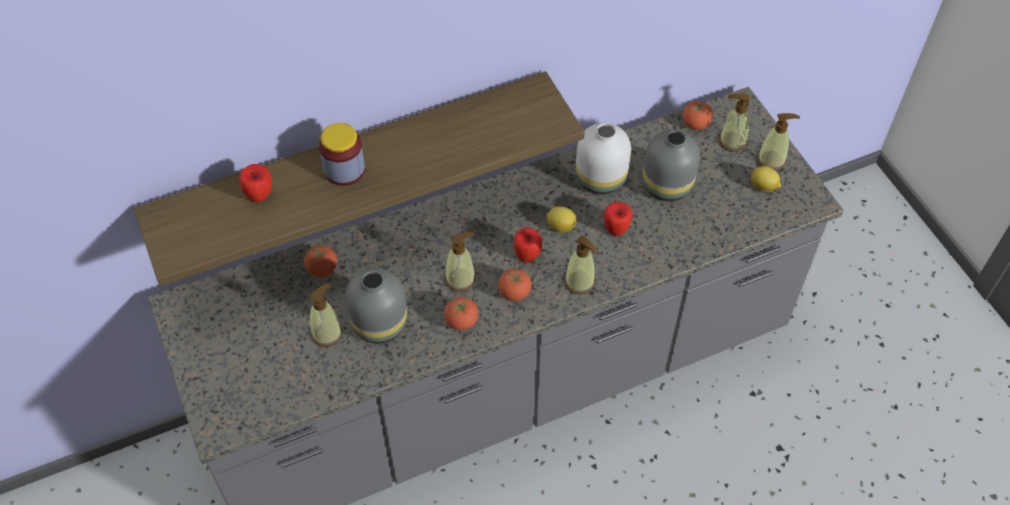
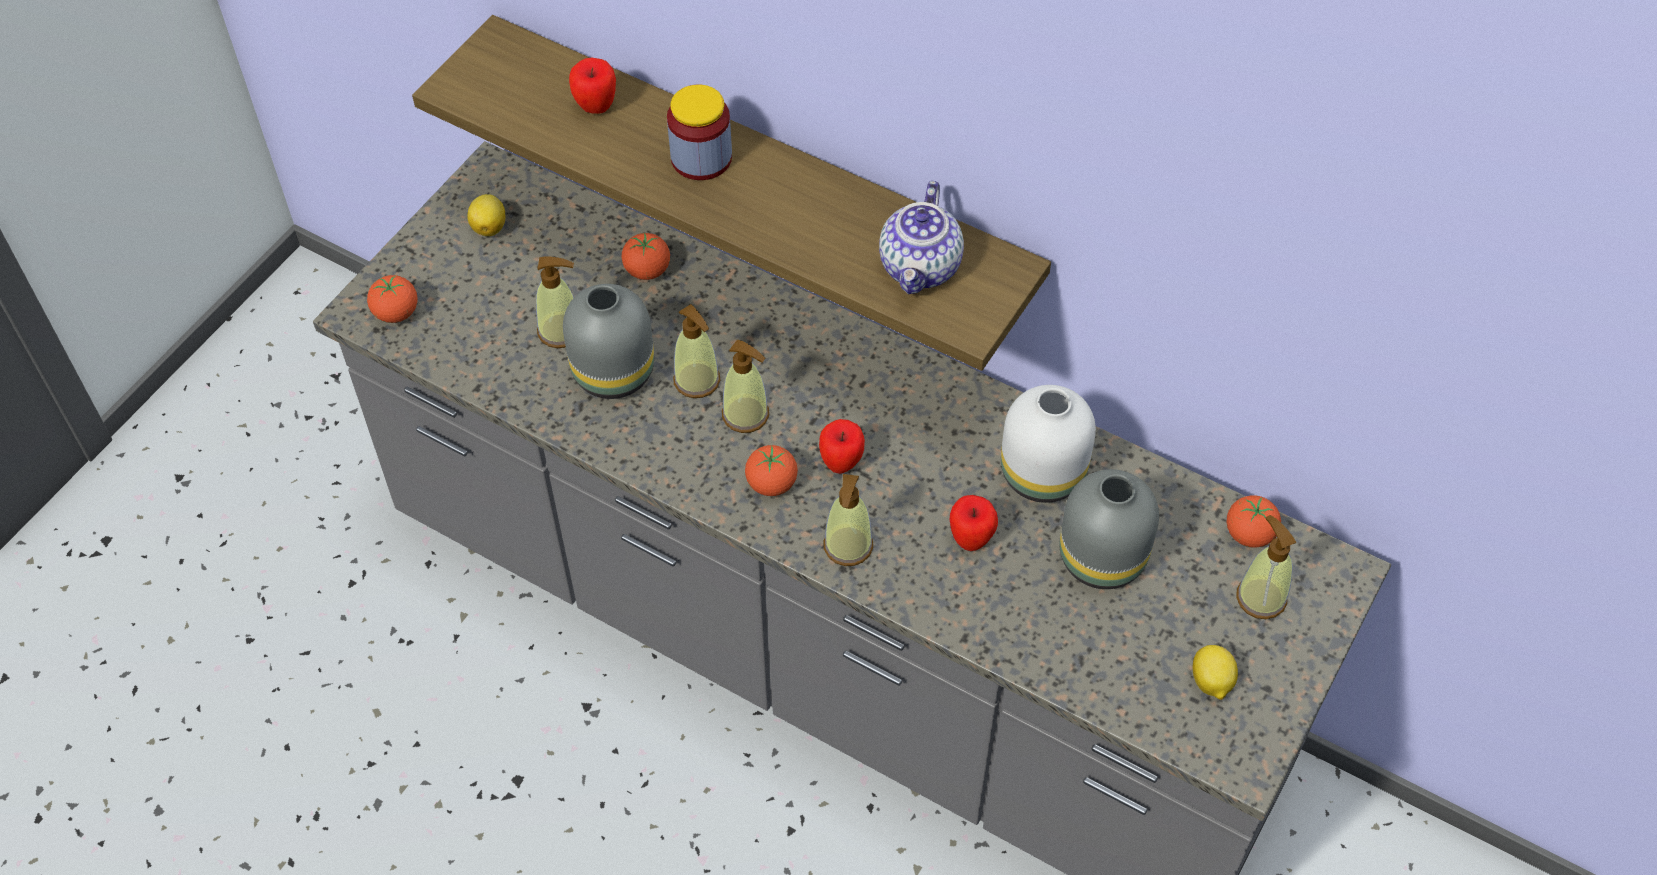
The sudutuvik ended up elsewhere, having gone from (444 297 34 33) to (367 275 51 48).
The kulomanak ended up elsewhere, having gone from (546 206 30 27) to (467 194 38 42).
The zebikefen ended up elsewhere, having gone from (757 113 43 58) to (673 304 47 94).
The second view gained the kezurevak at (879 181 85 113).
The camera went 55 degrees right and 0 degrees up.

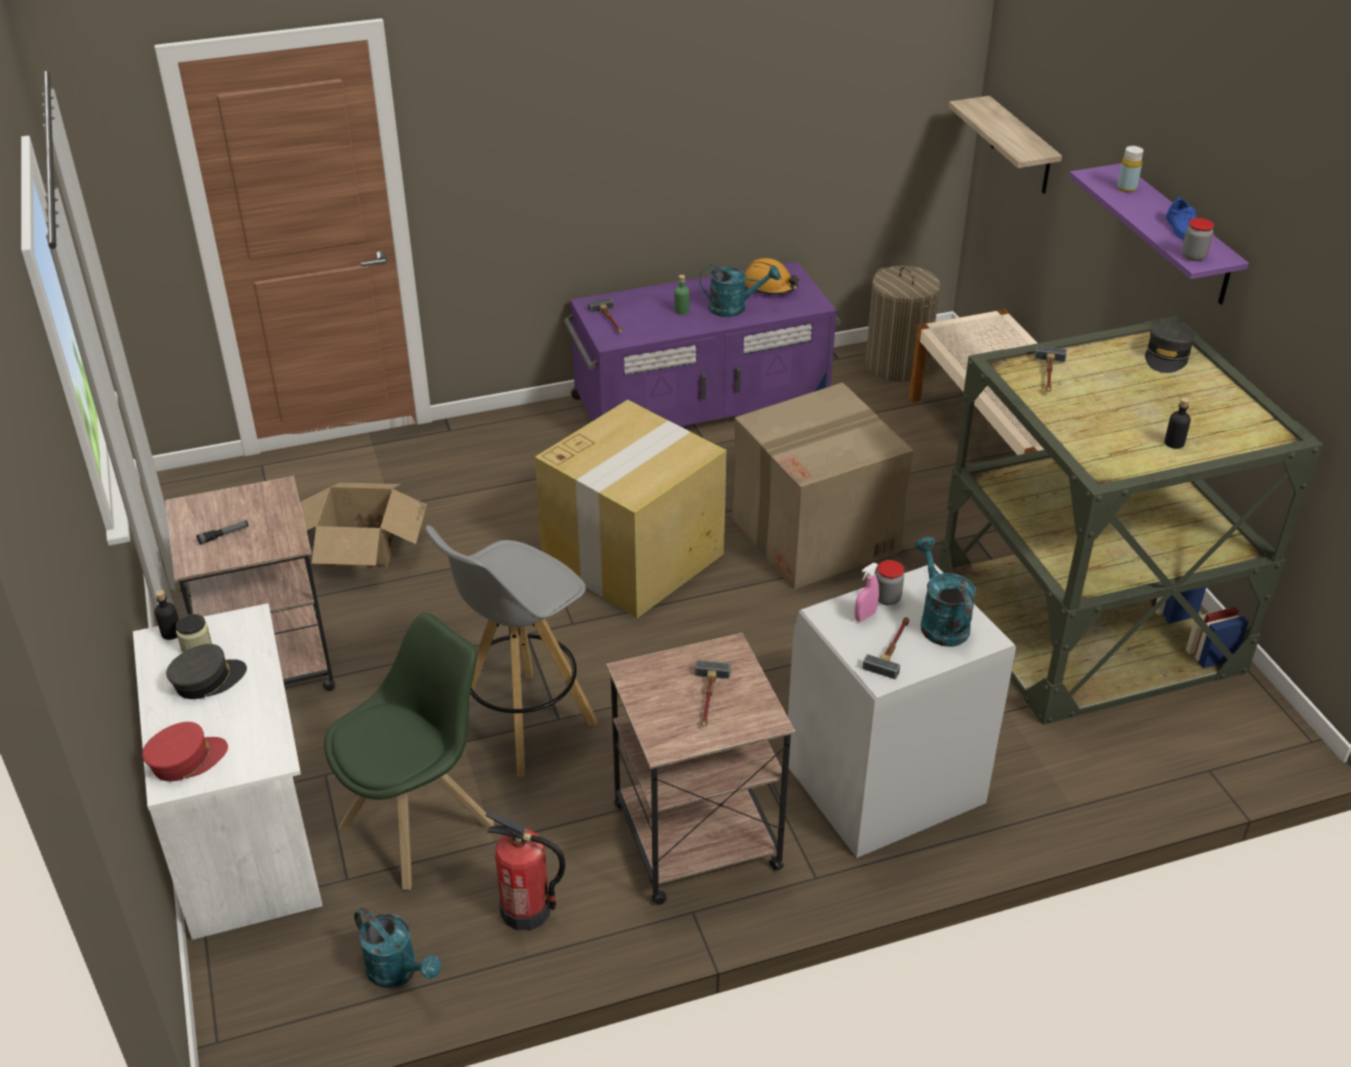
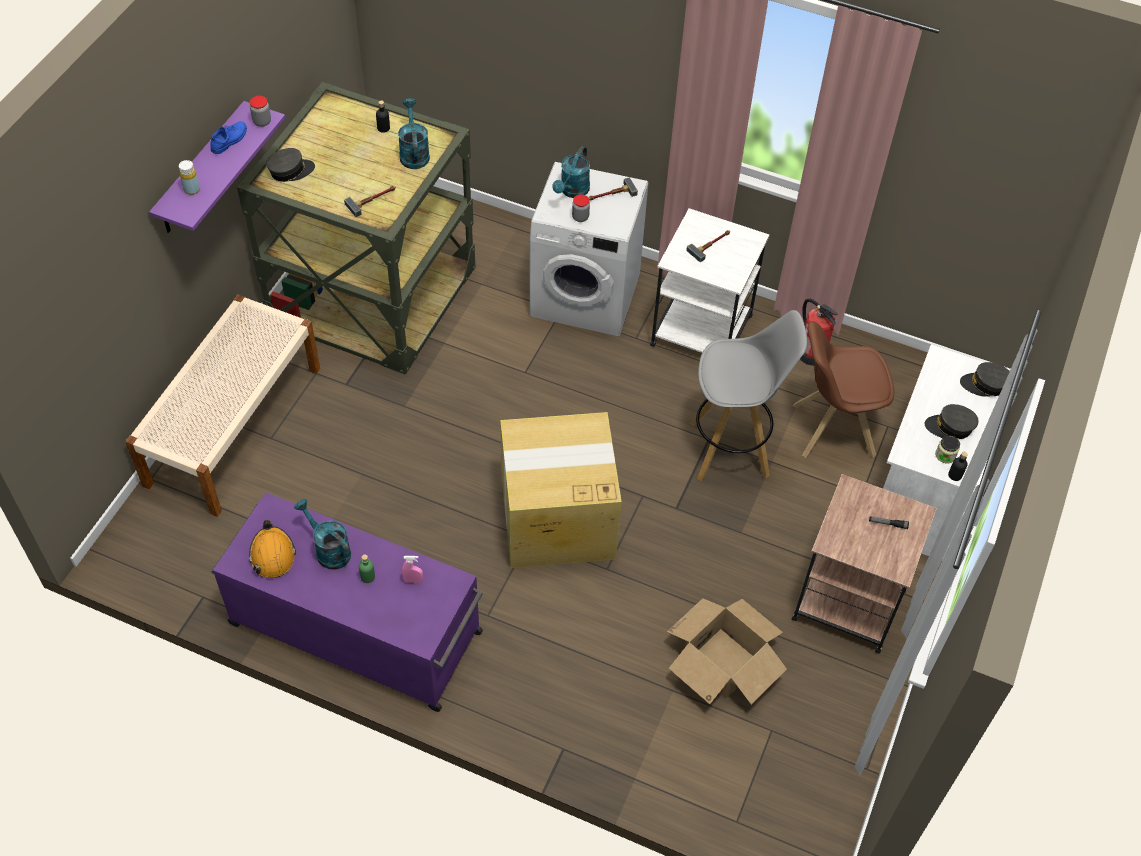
What was the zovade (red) at (142 722 86 59) turned into the zovade (grey) at (960 362 50 35).
What was the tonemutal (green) at (324 613 170 277) turned into the tonemutal (brown) at (793 321 101 137).
The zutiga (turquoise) ended up elsewhere, having gone from (354 908 87 80) to (398 98 32 71).
The second view lost the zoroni at (588 298 34 35).
What was the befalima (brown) at (607 633 188 272) turned into the befalima (white) at (650 208 119 145).
The second view lost the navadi at (732 382 182 207).
The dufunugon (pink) ended up elsewhere, having gone from (855 563 24 59) to (401 556 22 27).
The second view lost the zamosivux at (866 266 74 116).
The second view lost the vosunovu at (949 96 113 98).
The camera went 140 degrees left and 15 degrees up.

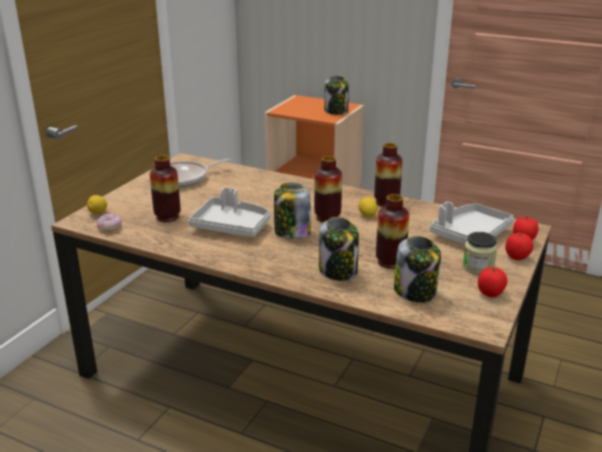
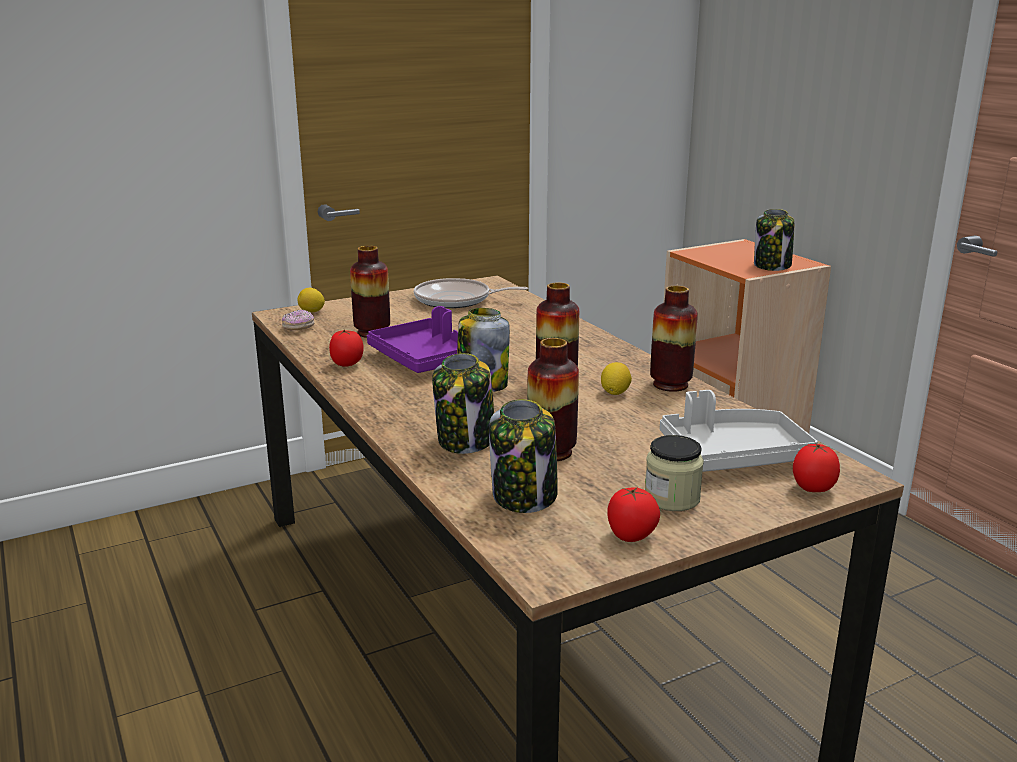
What was the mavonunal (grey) at (188 187 82 50) turned into the mavonunal (purple) at (367 306 91 67).
The sudutuvik ended up elsewhere, having gone from (505 233 29 27) to (329 330 34 37).
The camera went 35 degrees right and 5 degrees down.

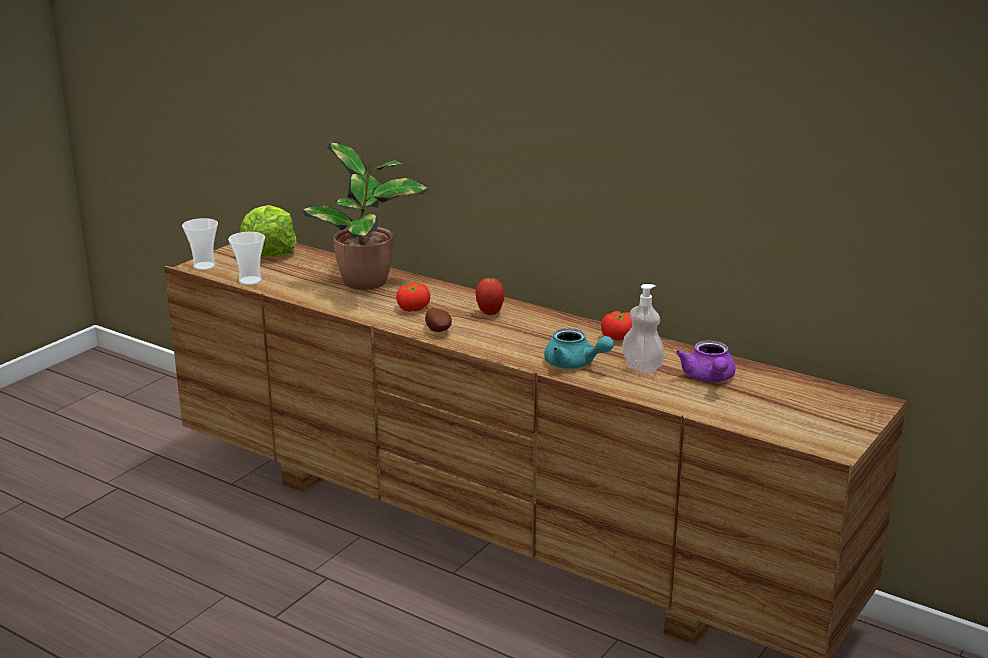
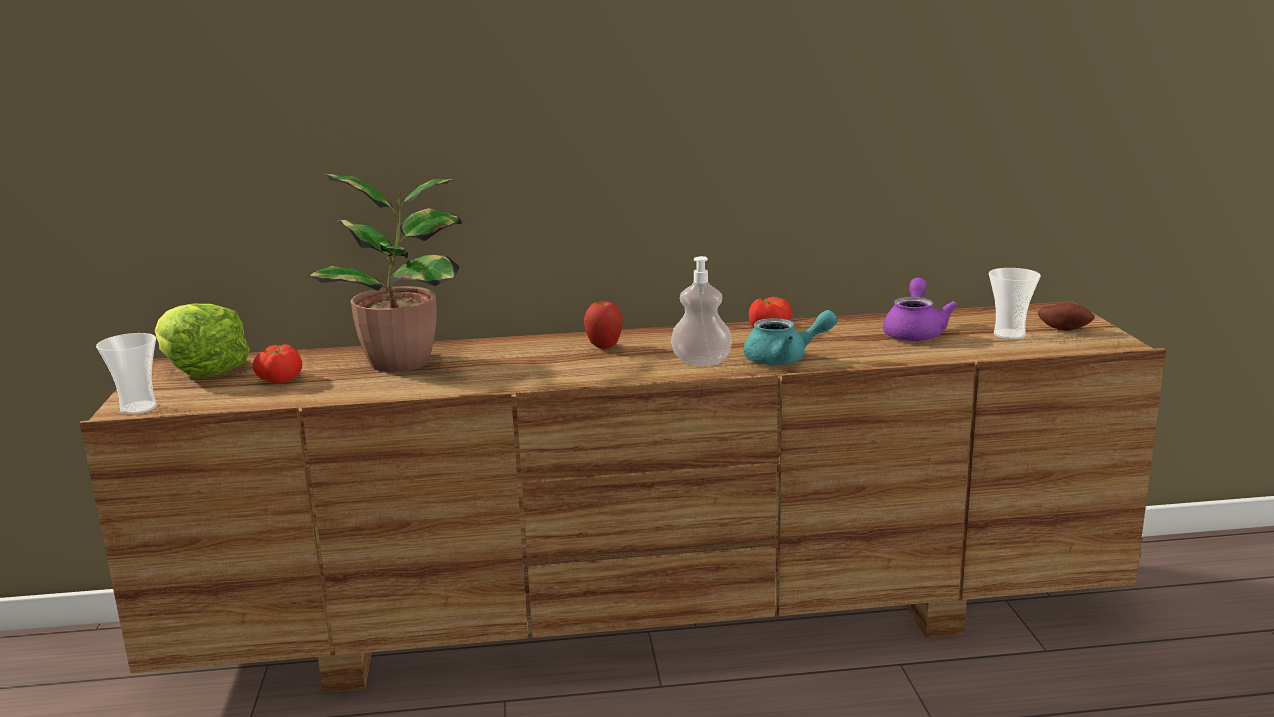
The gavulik ended up elsewhere, having gone from (228 232 37 53) to (989 268 52 72).
The sudutuvik ended up elsewhere, having gone from (396 283 34 29) to (253 344 49 40).
The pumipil ended up elsewhere, having gone from (425 308 27 24) to (1038 302 56 29).
The zebikefen ended up elsewhere, having gone from (622 284 42 89) to (671 256 61 110).
The kezurevak (purple) at (676 340 60 42) ended up facing another way, 120 degrees counterclockwise from before.
The camera went 40 degrees left and 5 degrees down.

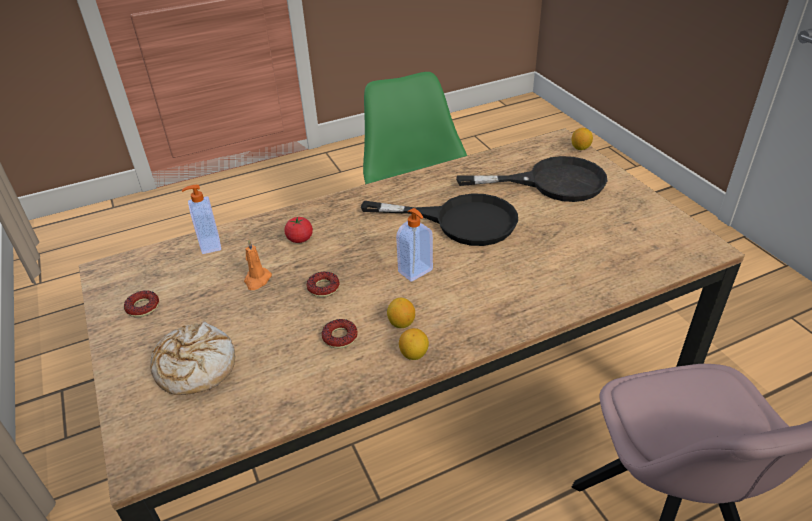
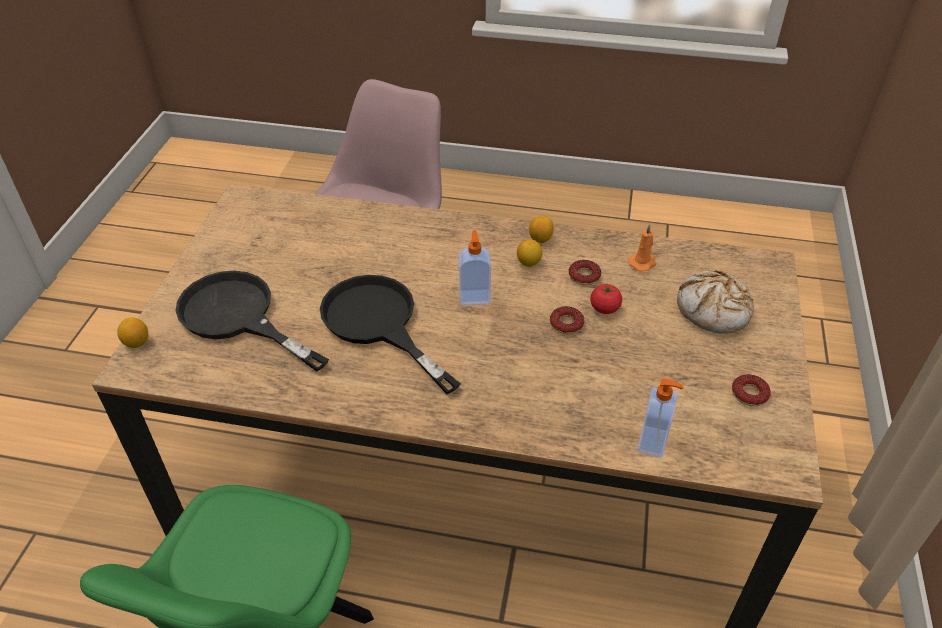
The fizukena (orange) ended up elsewhere, having gone from (244 240 28 50) to (628 224 28 48).
The sudutuvik ended up elsewhere, having gone from (284 217 29 26) to (590 284 32 30).
The camera went 145 degrees left and 5 degrees up.

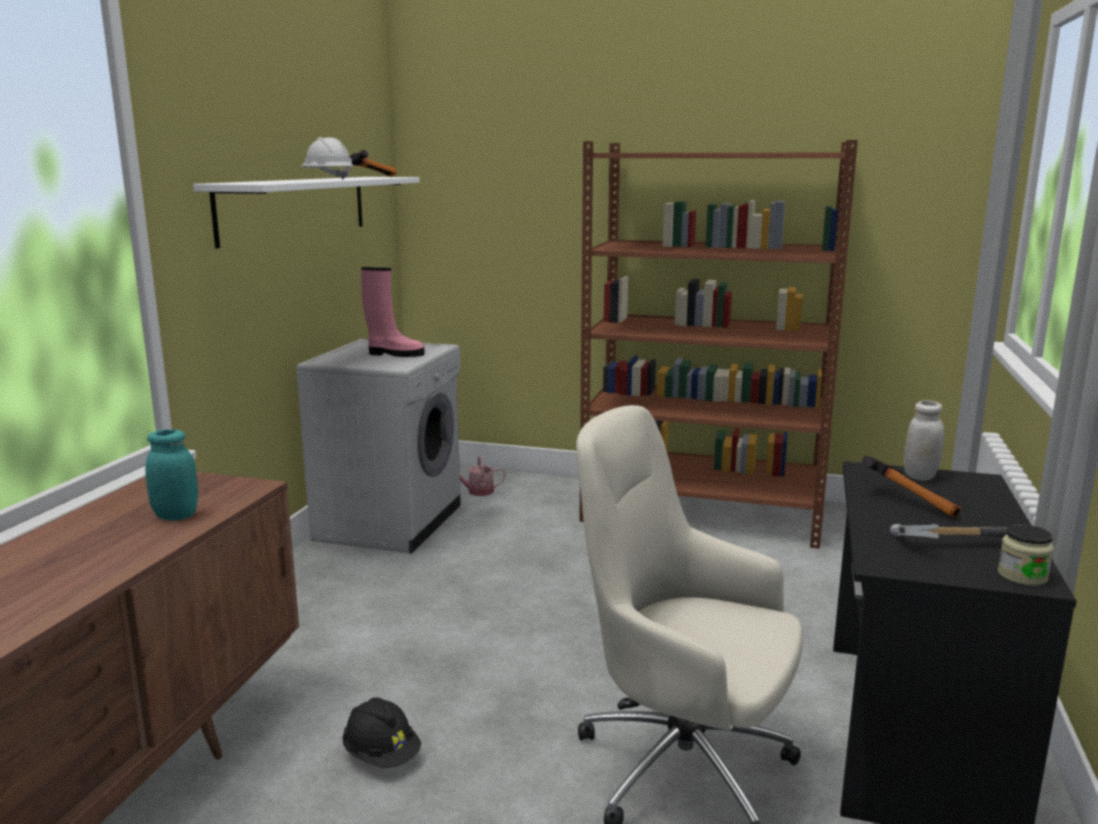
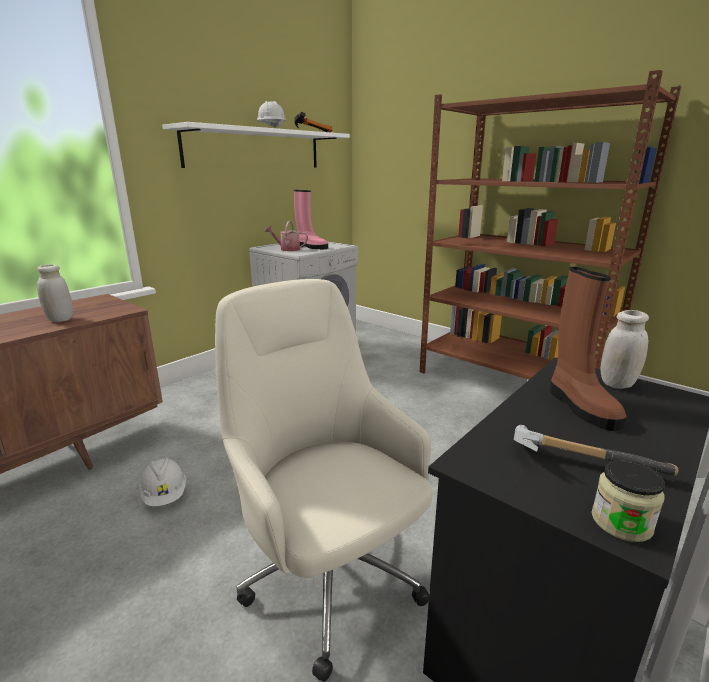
What was the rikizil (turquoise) at (145 429 53 92) turned into the rikizil (white) at (37 264 36 58).
What was the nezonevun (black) at (342 697 79 71) turned into the nezonevun (white) at (139 457 47 49).
The zutiga ended up elsewhere, having gone from (460 455 46 41) to (265 221 43 30).
Where the zoroni stood at (862 456 99 61), the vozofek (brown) came to stand at (550 267 77 164).
The camera went 25 degrees right and 5 degrees up.

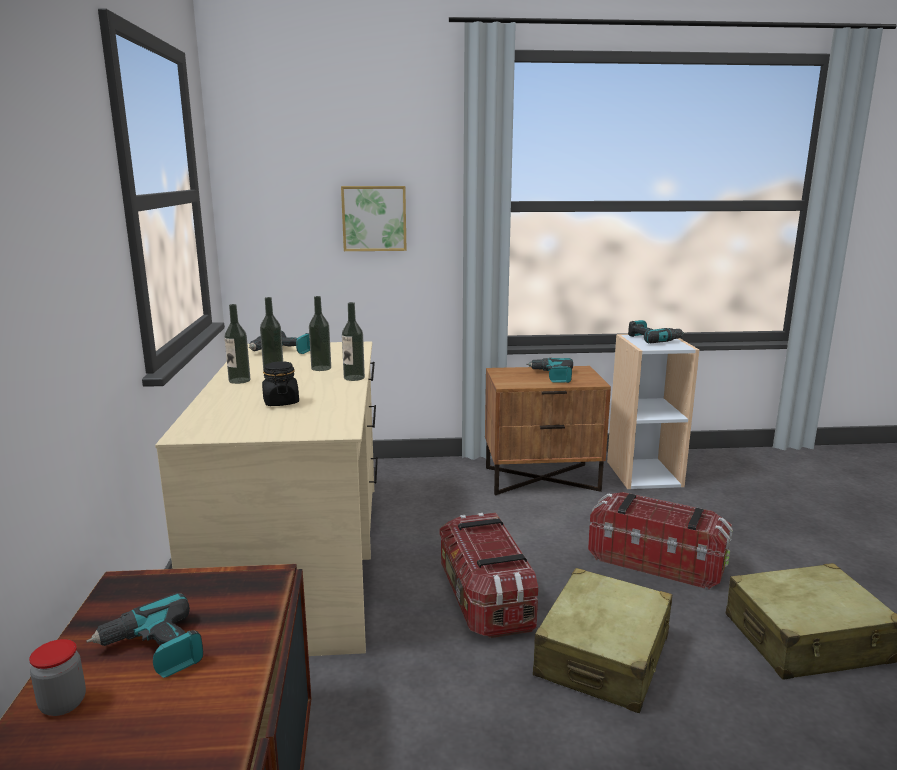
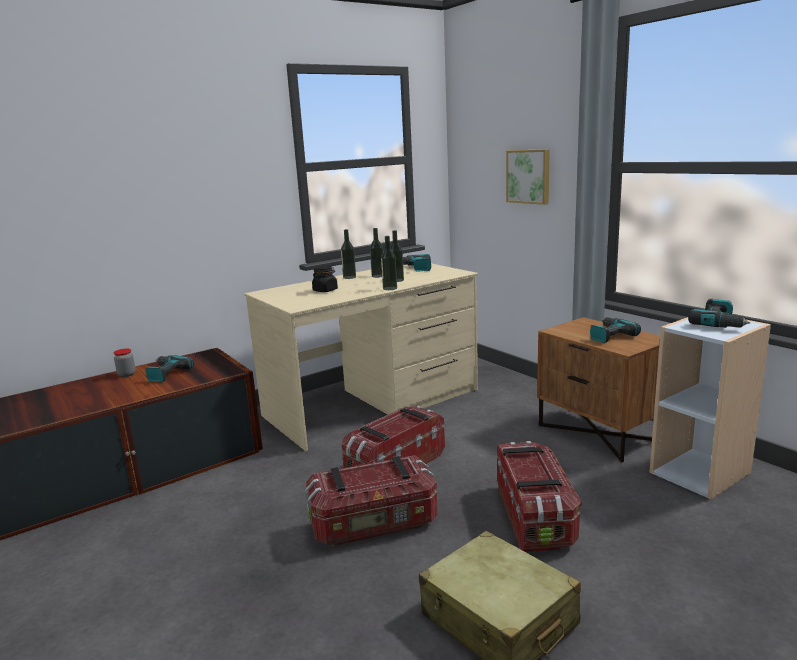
Where the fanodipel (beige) stood at (533 568 139 145), the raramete came to stand at (305 455 133 91).
The camera went 60 degrees right and 0 degrees up.

